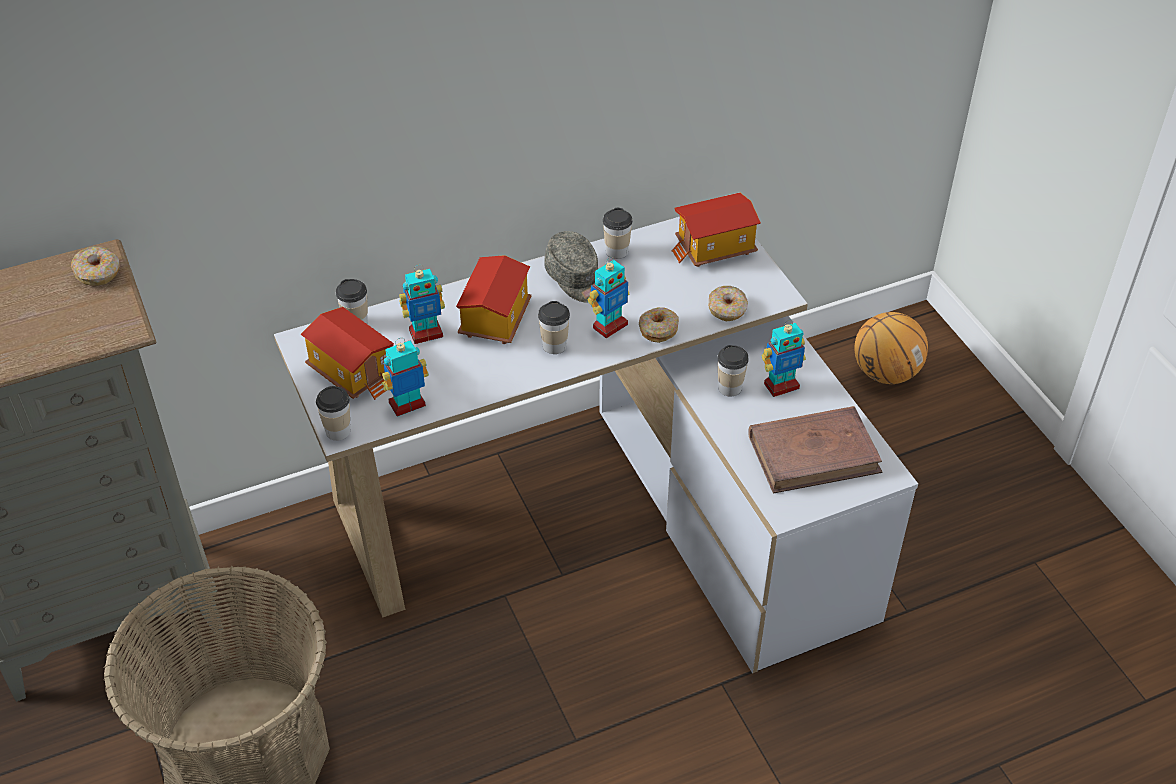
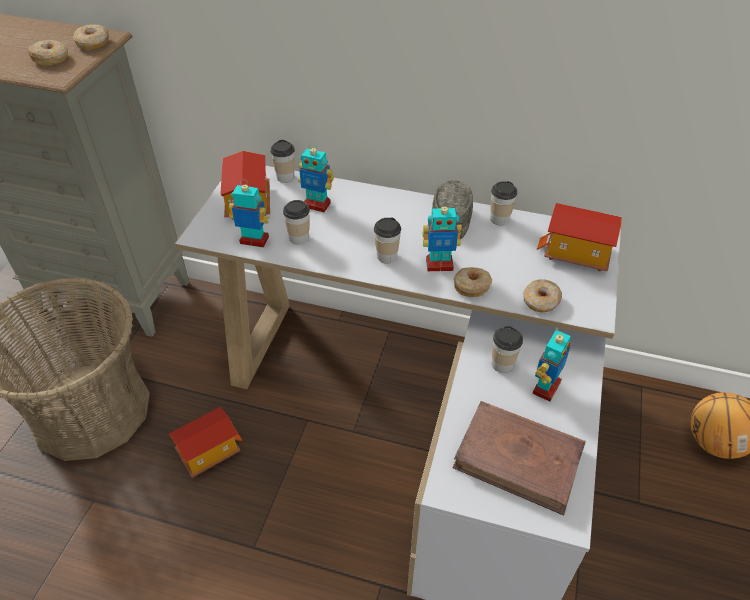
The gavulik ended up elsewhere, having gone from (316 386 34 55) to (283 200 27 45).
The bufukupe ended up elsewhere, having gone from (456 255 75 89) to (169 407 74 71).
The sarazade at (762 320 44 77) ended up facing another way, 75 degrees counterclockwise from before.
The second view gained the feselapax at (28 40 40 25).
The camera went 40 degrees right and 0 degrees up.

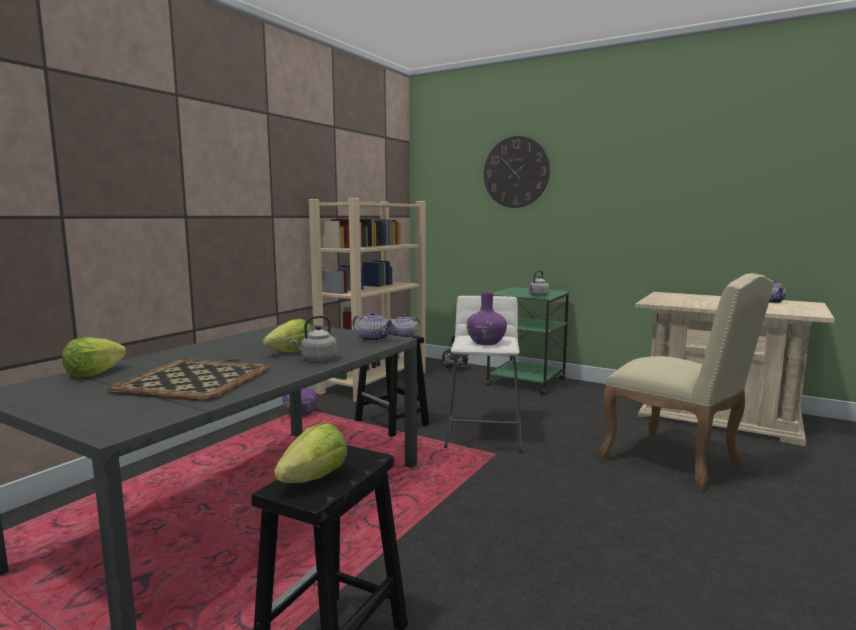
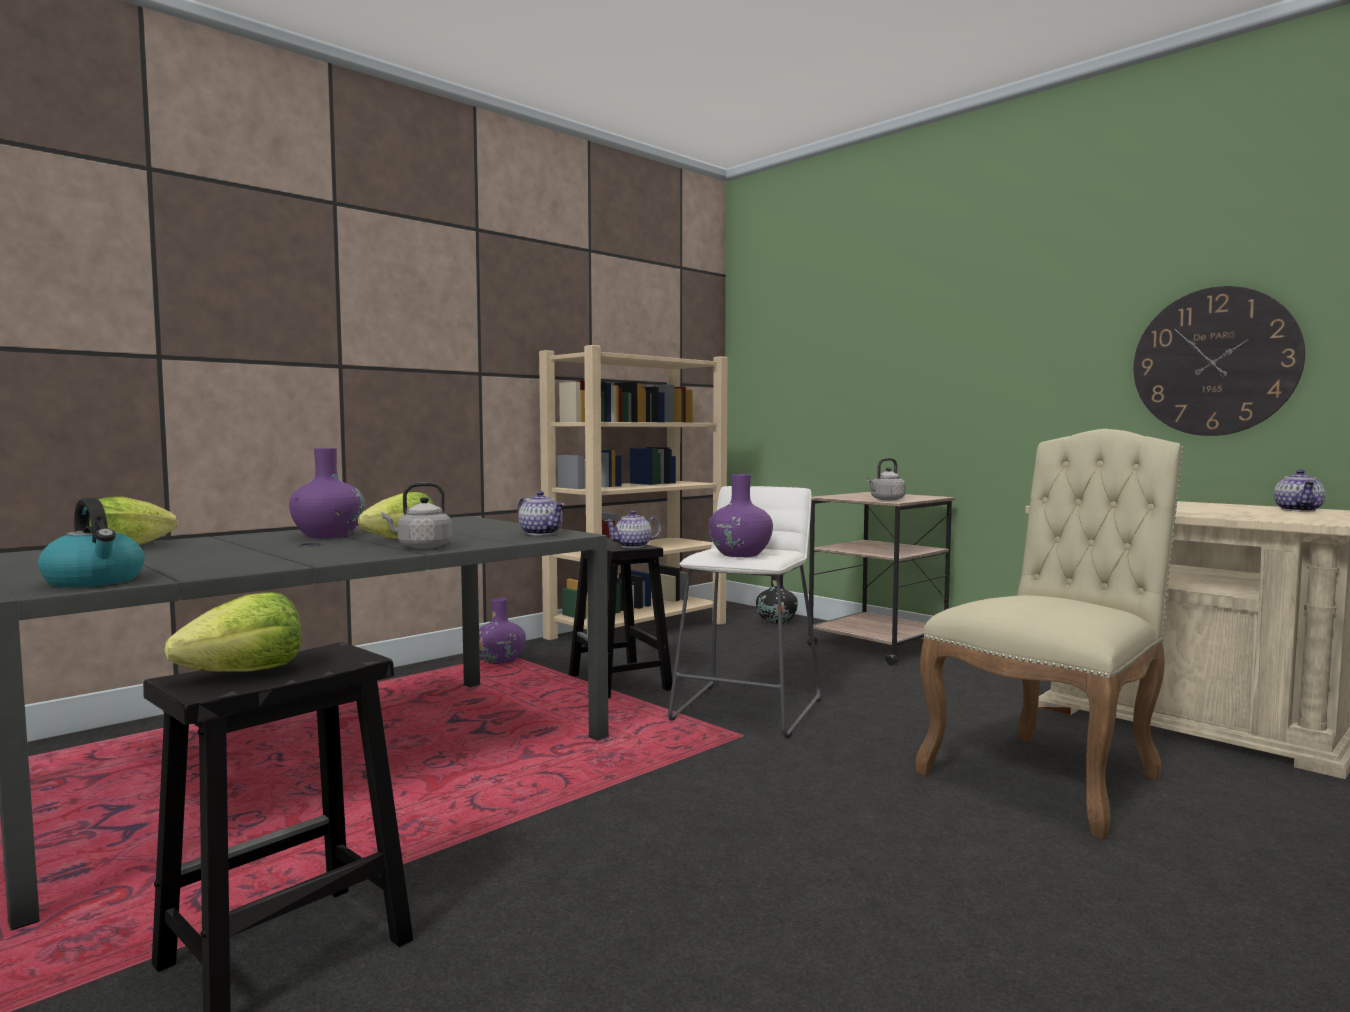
The second view lost the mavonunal at (107 359 163 42).
The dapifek ended up elsewhere, having gone from (484 136 66 72) to (1134 286 171 150).
What was the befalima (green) at (486 287 85 108) turned into the befalima (brown) at (807 492 148 173).
The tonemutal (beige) at (599 273 176 218) ended up facing another way, 105 degrees counterclockwise from before.
The second view gained the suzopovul at (38 498 107 89).
The second view gained the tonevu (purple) at (289 448 76 90).
The camera went 15 degrees right and 5 degrees down.

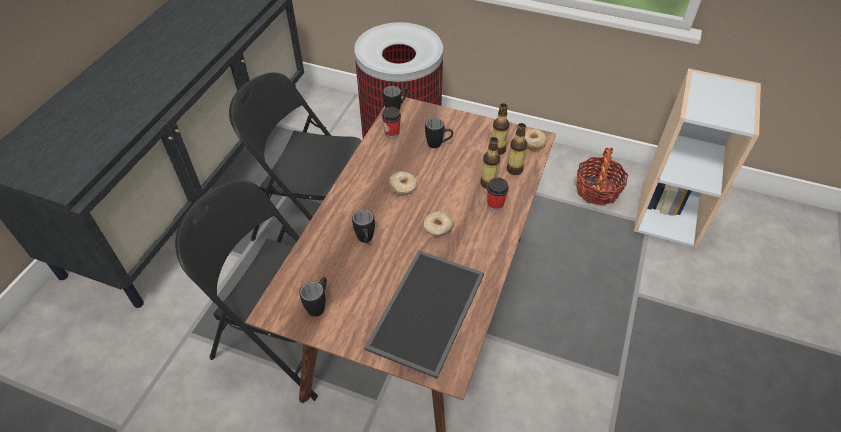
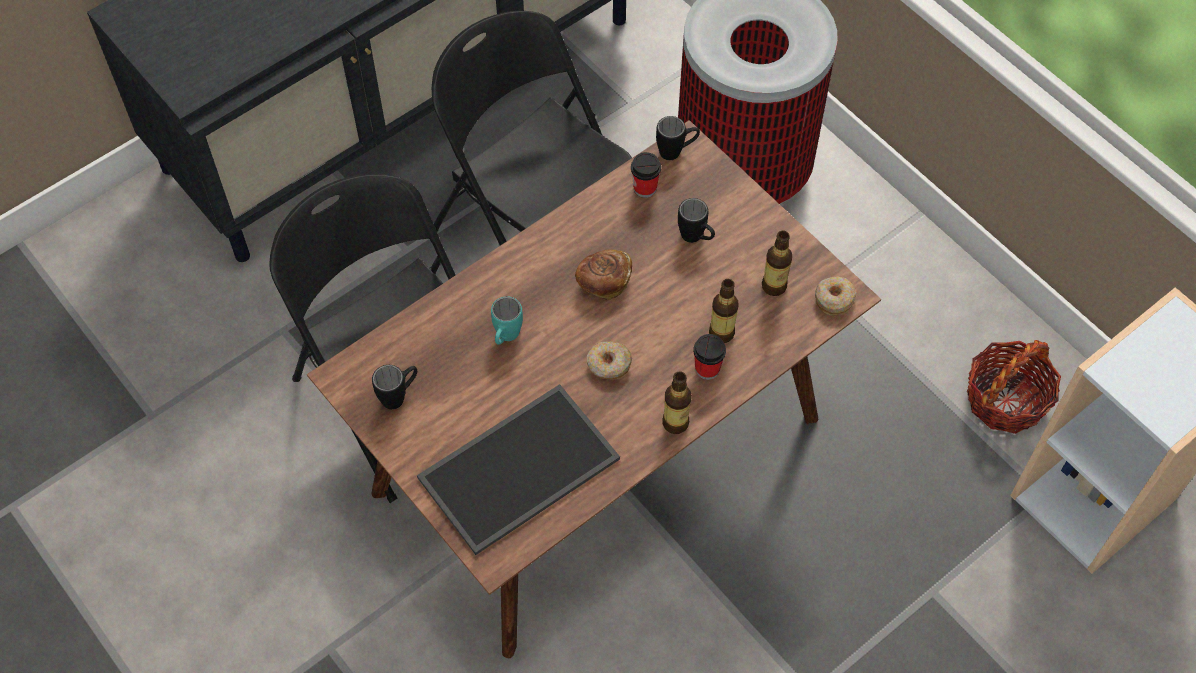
What was the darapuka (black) at (352 209 23 34) turned into the darapuka (turquoise) at (491 296 32 49).
Where the feselapax stood at (389 171 28 24), the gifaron came to stand at (575 250 57 50).
The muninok ended up elsewhere, having gone from (507 123 20 52) to (662 371 30 63).
The camera went 30 degrees right and 10 degrees up.

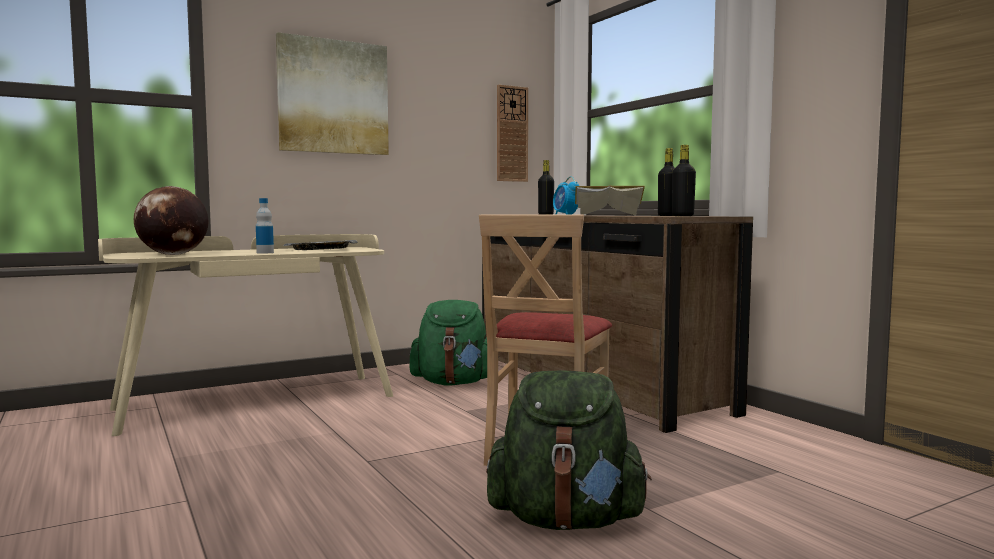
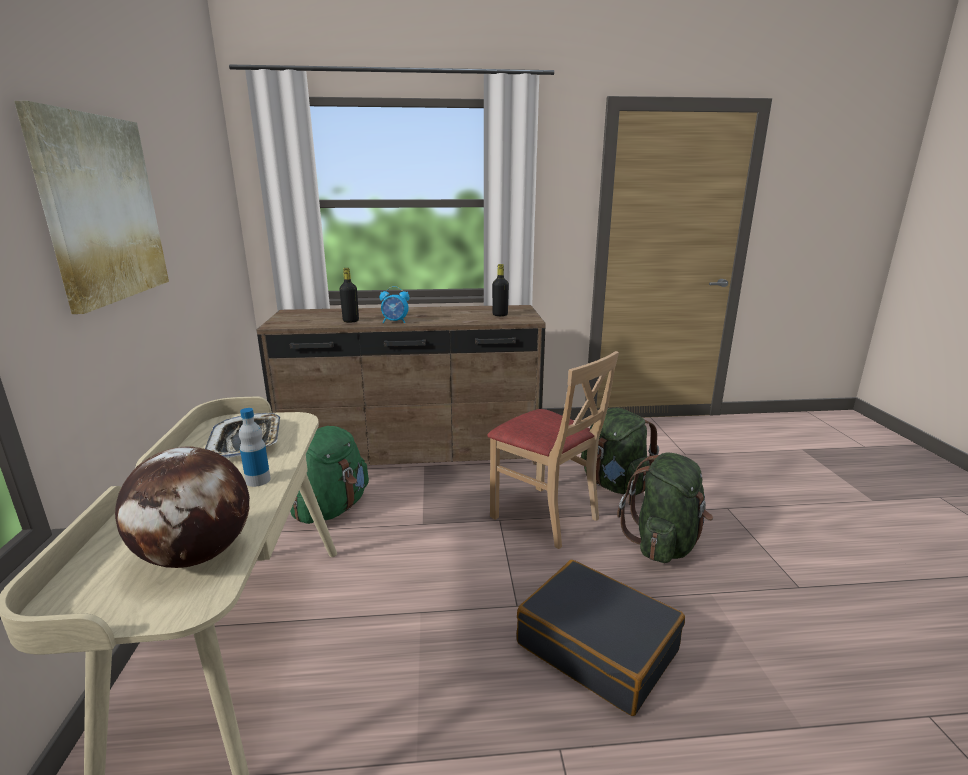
The second view lost the dapifek at (497 84 31 98).
The second view lost the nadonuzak at (575 185 70 31).
The second view lost the muninok (black) at (672 145 24 71).
The second view gained the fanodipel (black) at (517 560 168 156).
The second view gained the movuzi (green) at (581 408 78 87).
The camera went 65 degrees left and 15 degrees up.

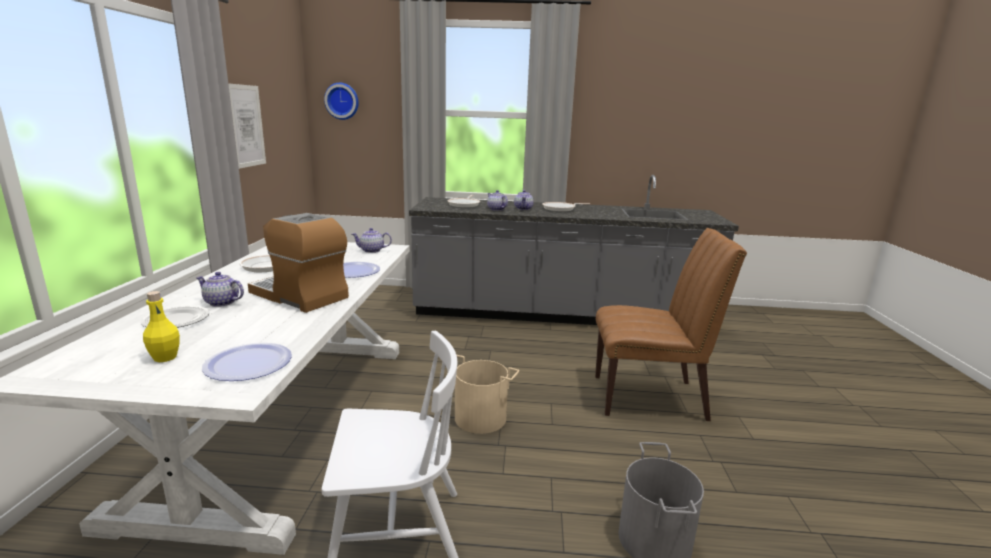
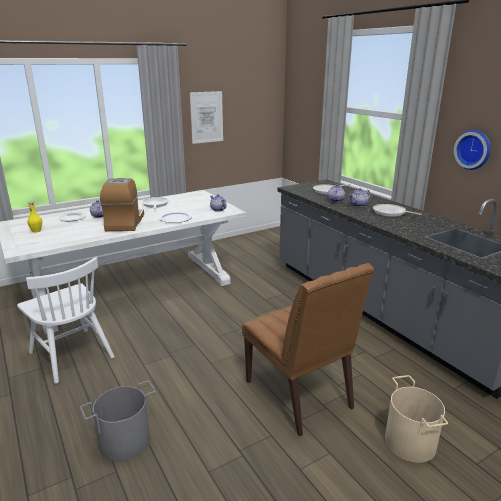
The second view lost the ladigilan at (202 343 90 38).
The dapifek ended up elsewhere, having gone from (324 83 35 37) to (454 130 37 40).
The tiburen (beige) ended up elsewhere, having gone from (455 355 64 79) to (385 375 63 88).
The camera went 55 degrees right and 5 degrees up.

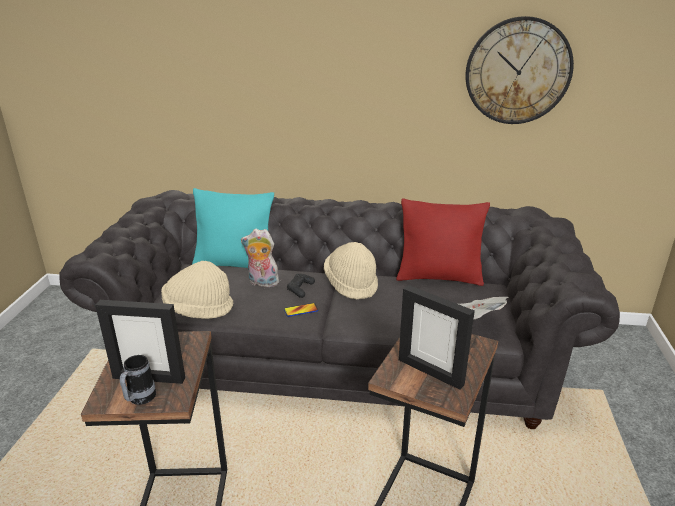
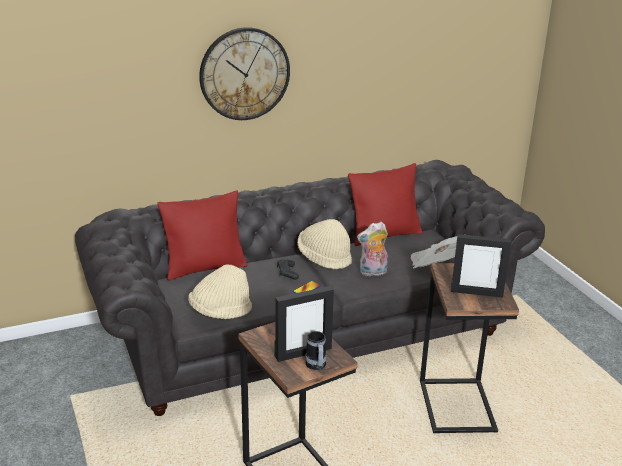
What was the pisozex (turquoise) at (192 188 82 80) turned into the pisozex (red) at (158 191 89 90).
The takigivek ended up elsewhere, having gone from (241 229 38 58) to (357 222 31 55).
The dapifek ended up elsewhere, having gone from (465 16 109 108) to (199 27 91 93).
The camera went 30 degrees left and 0 degrees up.

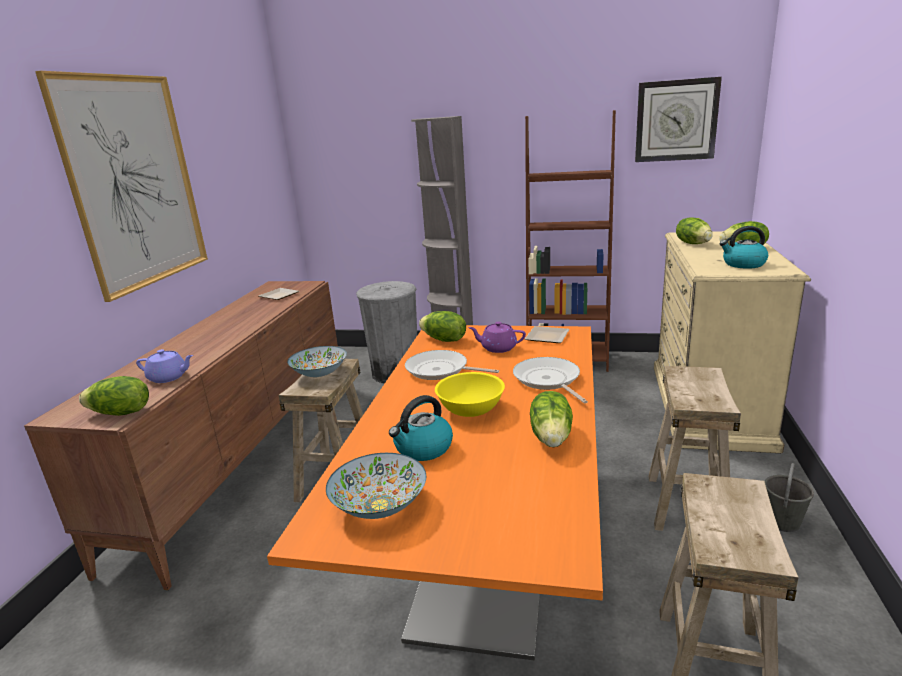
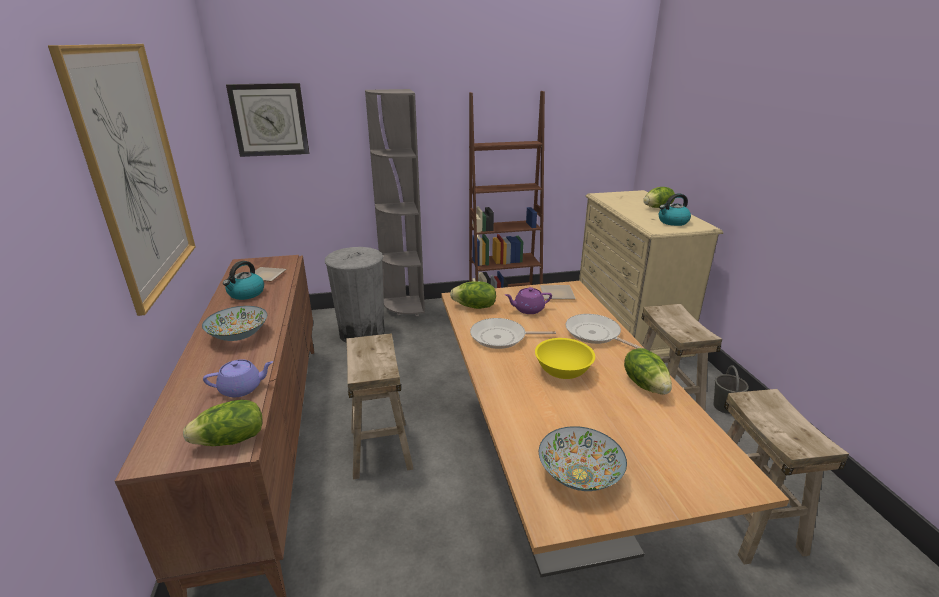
What was the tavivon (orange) at (267 325 336 335) turned into the tavivon (beige) at (441 281 348 296).
The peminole ended up elsewhere, having gone from (287 346 60 31) to (202 306 65 35).
The suzopovul ended up elsewhere, having gone from (389 395 64 66) to (223 261 41 39).
The dapifek ended up elsewhere, having gone from (635 77 87 85) to (226 83 83 74).
The second view lost the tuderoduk at (676 217 37 27).
The camera went 25 degrees left and 5 degrees up.

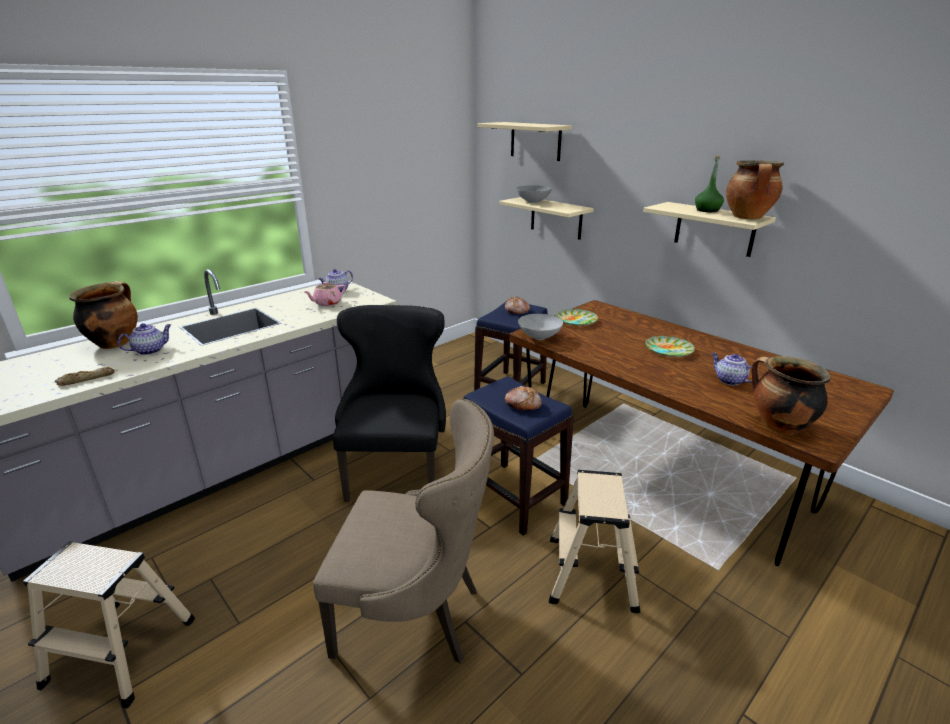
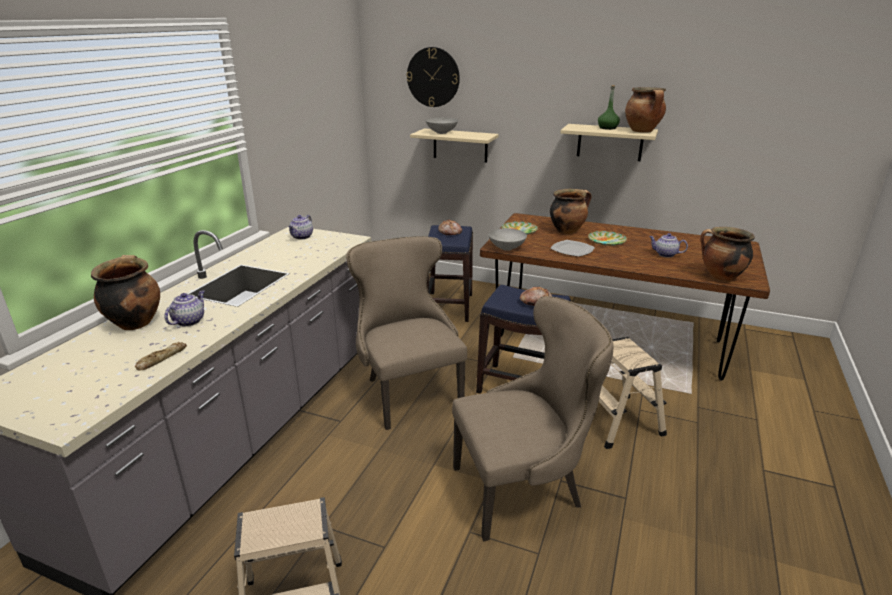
The second view lost the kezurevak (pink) at (304 282 42 24).
What was the tonemutal (black) at (333 305 113 197) turned into the tonemutal (beige) at (346 236 121 194).
Where the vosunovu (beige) hung at (477 122 95 39), the dapifek came to hang at (406 47 54 60).
The second view gained the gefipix at (550 189 42 45).
The second view gained the ladigilan at (550 240 45 17).
The camera went 25 degrees left and 0 degrees up.

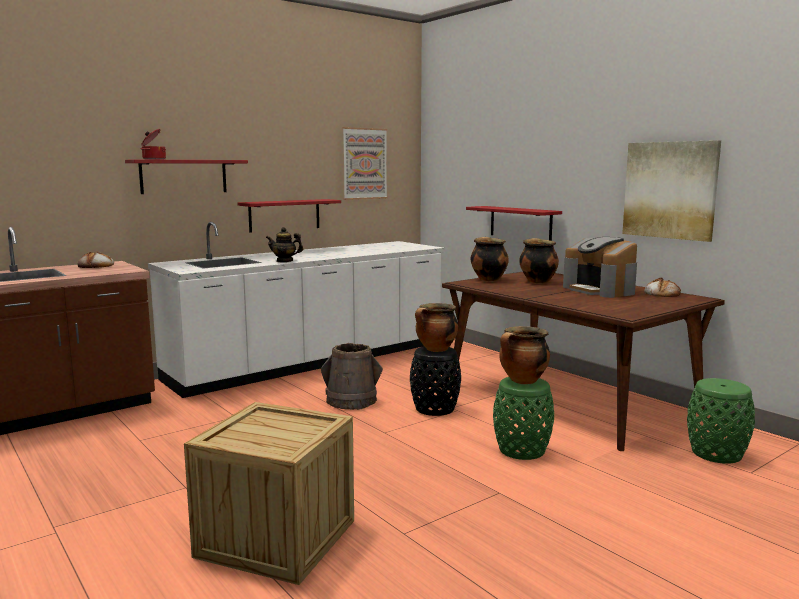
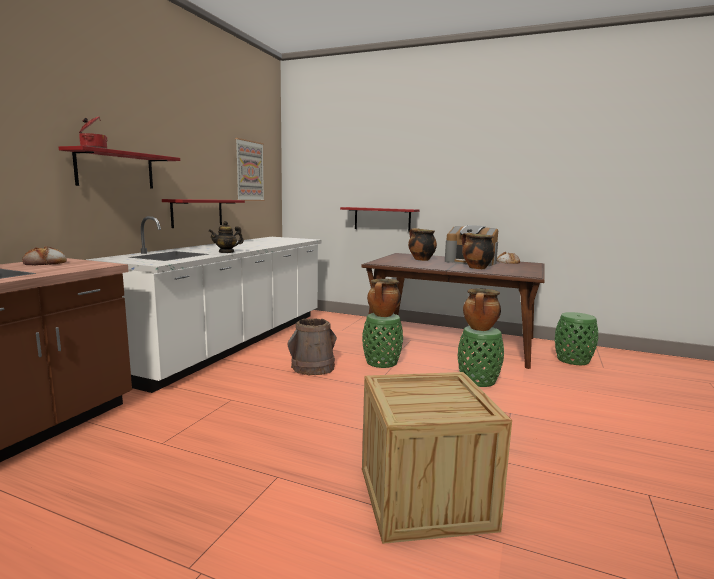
What was the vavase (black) at (410 346 51 70) turned into the vavase (green) at (362 313 41 55).
The gefipix ended up elsewhere, having gone from (471 237 38 44) to (461 233 34 36).
The second view lost the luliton at (622 140 99 102).
The camera went 30 degrees left and 0 degrees up.

